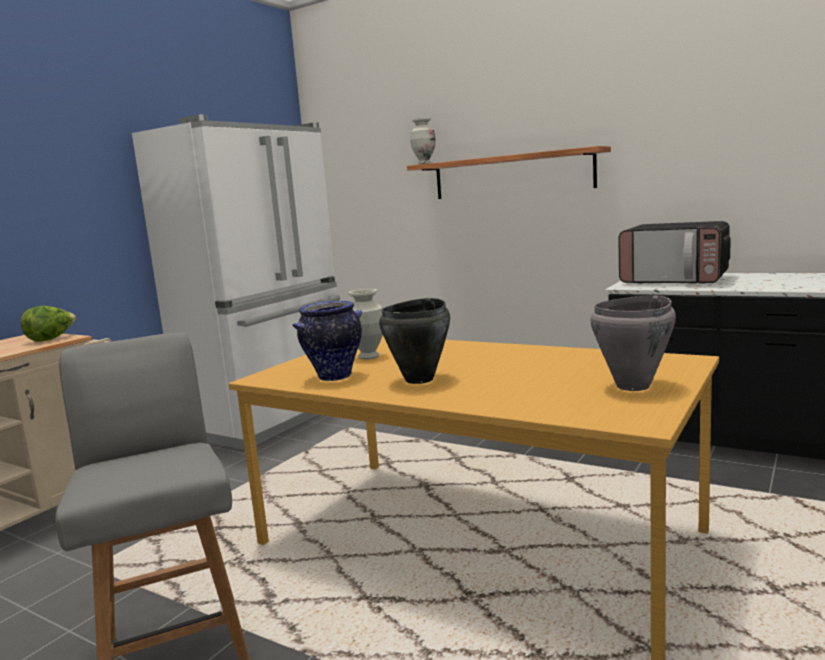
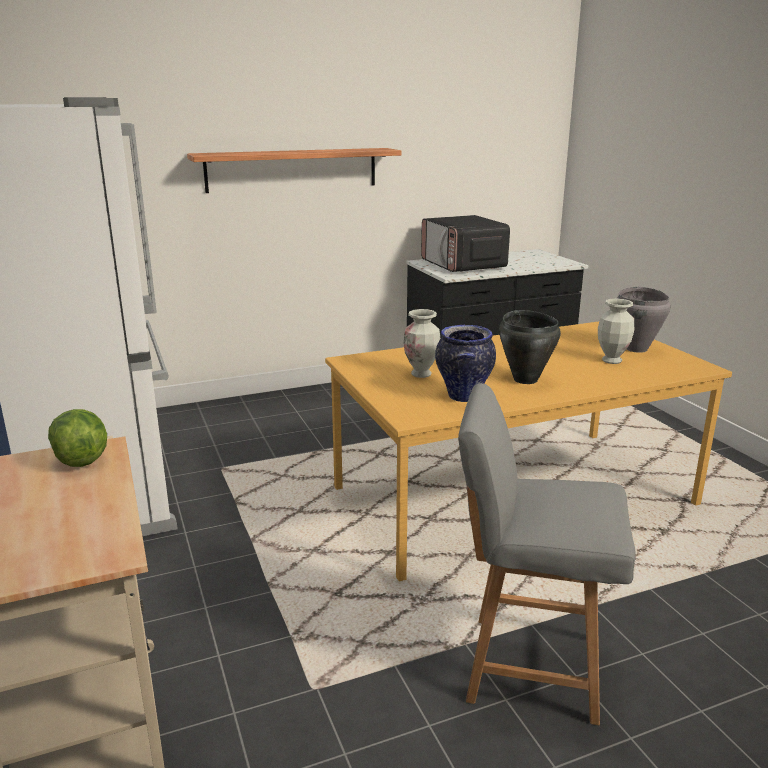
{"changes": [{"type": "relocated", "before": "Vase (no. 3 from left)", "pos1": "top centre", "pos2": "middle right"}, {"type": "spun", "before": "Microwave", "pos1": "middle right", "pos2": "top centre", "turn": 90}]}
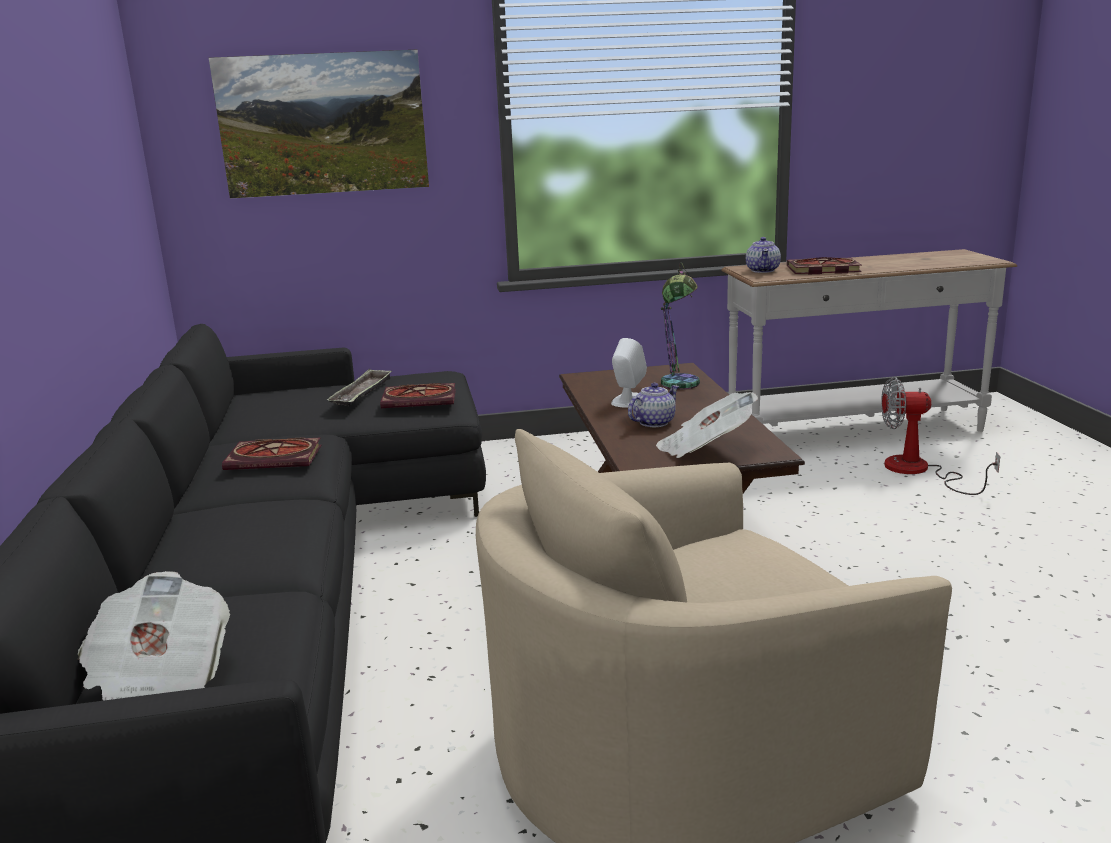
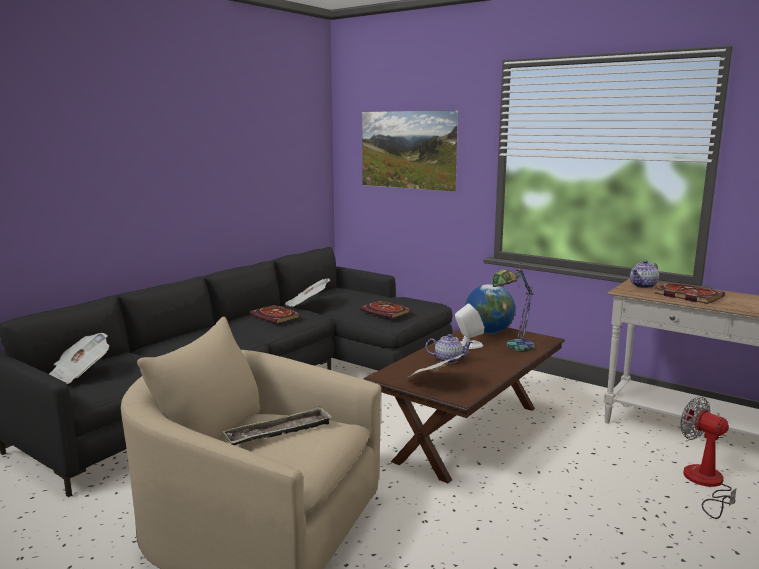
{"changes": [{"type": "appeared", "after": "Newspaper (no. 2 from left)", "pos2": "centre"}, {"type": "appeared", "after": "Globe", "pos2": "centre"}, {"type": "relocated", "before": "Tray", "pos1": "middle left", "pos2": "bottom centre"}]}
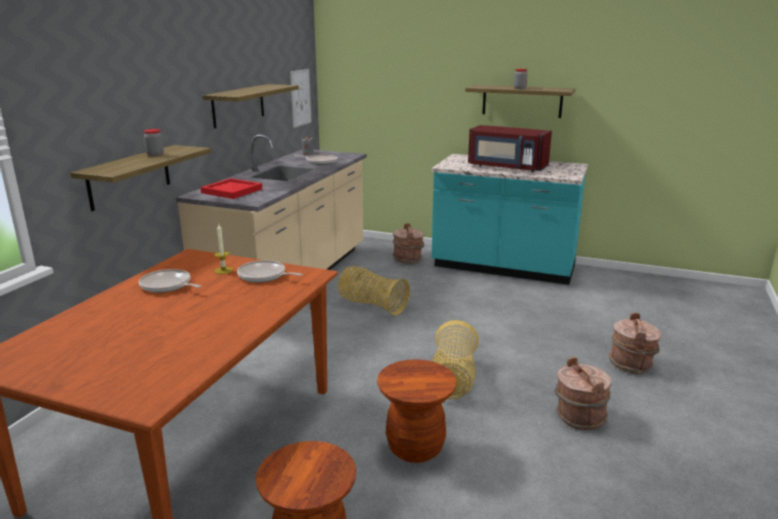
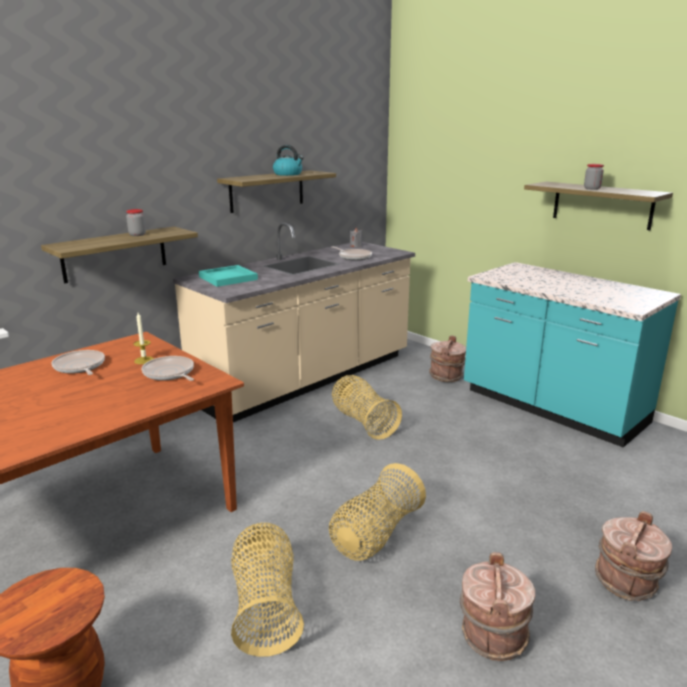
{"changes": [{"type": "missing", "before": "Picture", "pos1": "top centre"}, {"type": "missing", "before": "RedMicrowave", "pos1": "top centre"}, {"type": "appeared", "after": "Kettle", "pos2": "top centre"}, {"type": "exchanged", "before": "BrownStool (no. 2 from left)", "after": "Basket (no. 1 from left)", "pos1": "bottom centre", "pos2": "bottom centre"}, {"type": "colour", "before": "RedTray", "after": "TurquoiseTray", "pos1": "middle left", "pos2": "middle left"}]}
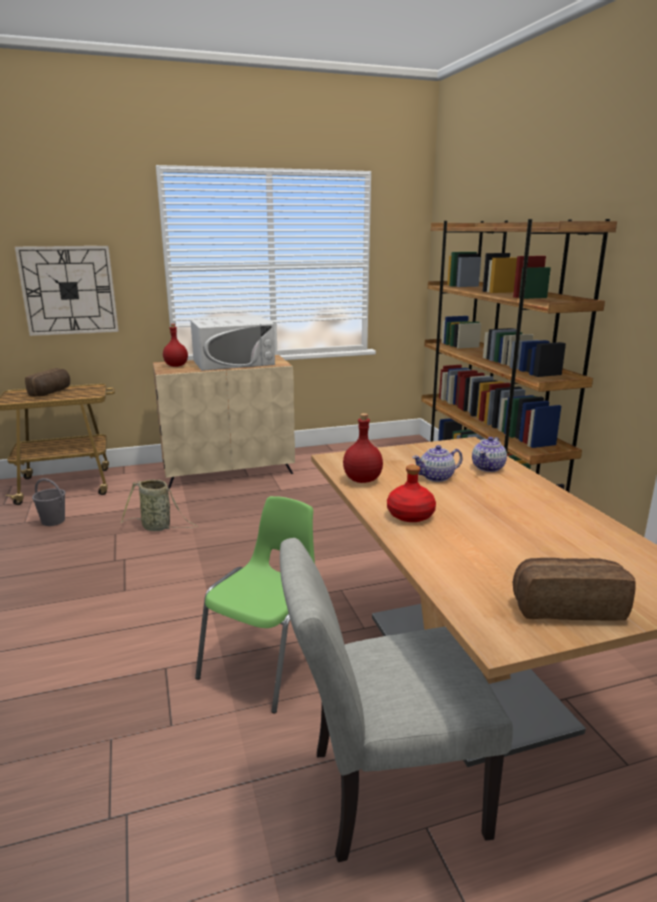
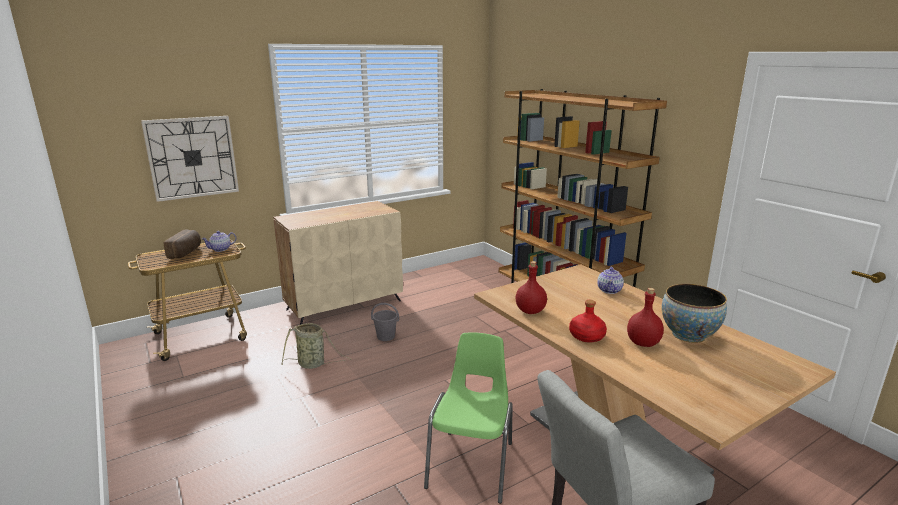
{"changes": [{"type": "missing", "before": "WhiteMicrowave", "pos1": "centre"}, {"type": "missing", "before": "Bread (no. 2 from left)", "pos1": "middle right"}, {"type": "appeared", "after": "Bowl", "pos2": "middle right"}, {"type": "relocated", "before": "GreyBucket", "pos1": "middle left", "pos2": "centre"}, {"type": "relocated", "before": "RedBottle (no. 1 from left in the first image)", "after": "RedBottle (no. 3 from left)", "pos1": "middle left", "pos2": "middle right"}, {"type": "relocated", "before": "Teapot (no. 1 from left)", "pos1": "centre", "pos2": "middle left"}]}
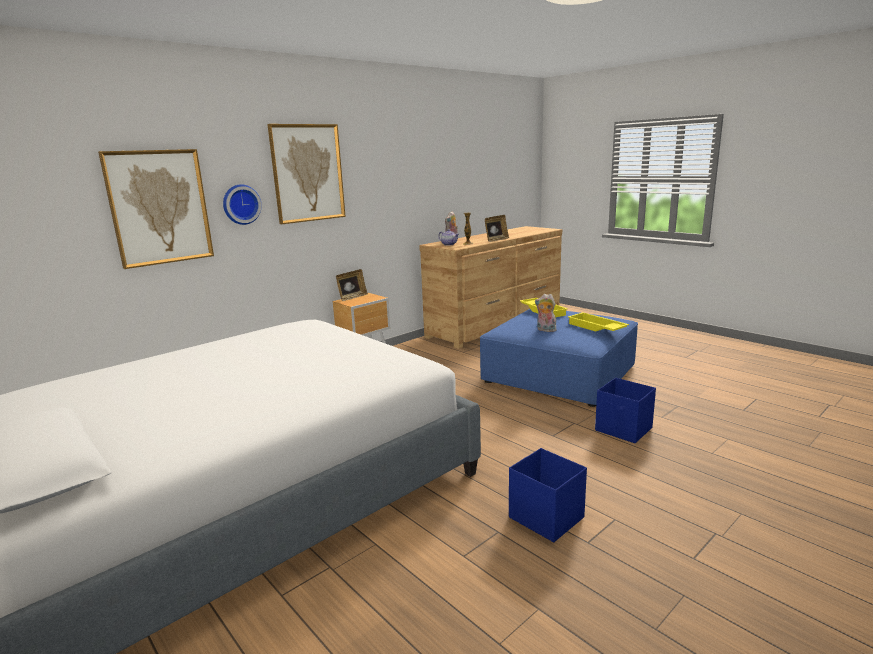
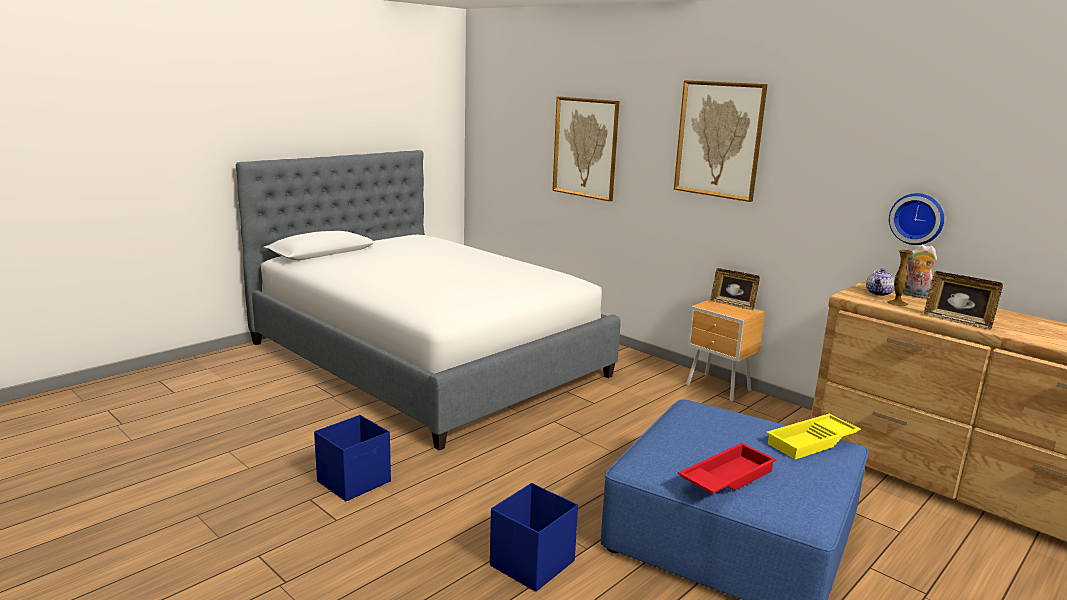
{"changes": [{"type": "missing", "before": "PlushToy (no. 2 from left)", "pos1": "centre"}, {"type": "relocated", "before": "WallClock", "pos1": "top left", "pos2": "middle right"}, {"type": "colour", "before": "YellowTray (no. 2 from left)", "after": "RedTray", "pos1": "middle right", "pos2": "bottom right"}]}
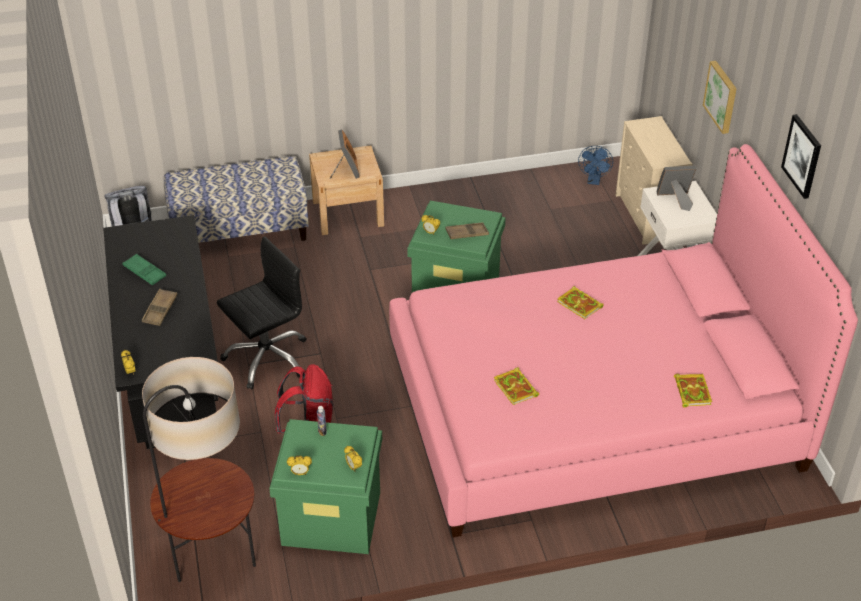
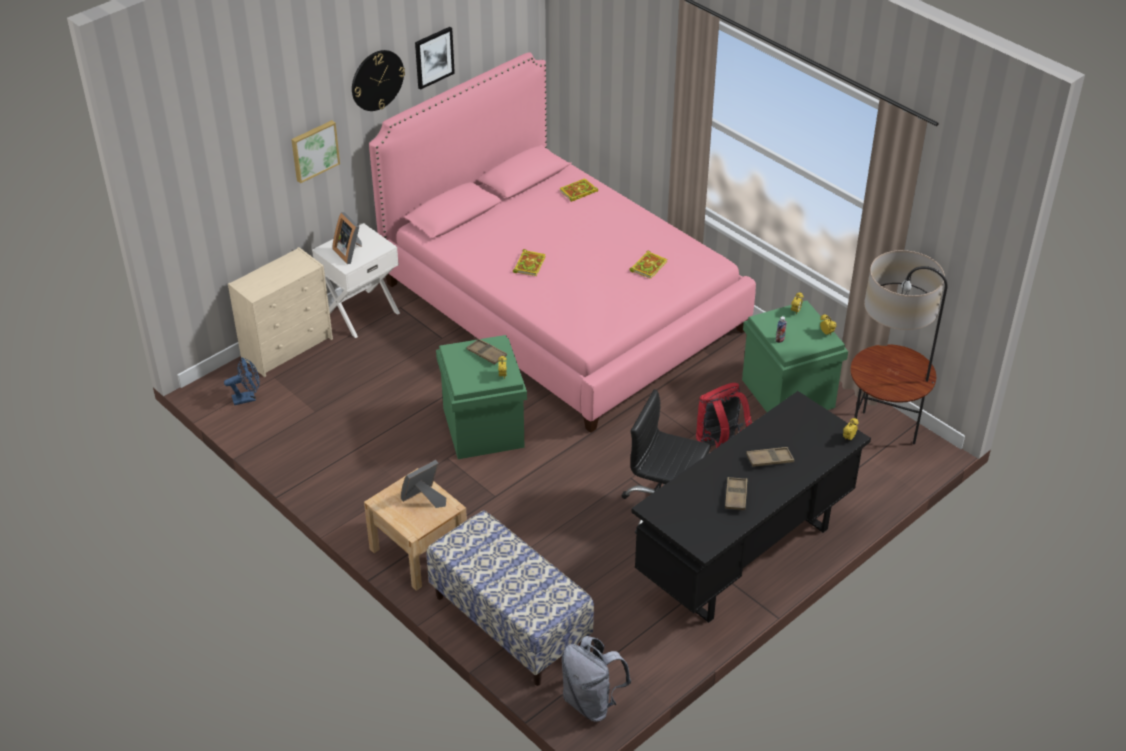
{"changes": [{"type": "appeared", "after": "WallClock", "pos2": "top centre"}, {"type": "colour", "before": "GreenTray", "after": "BrownTray (no. 2 from left)", "pos1": "middle left", "pos2": "centre"}]}
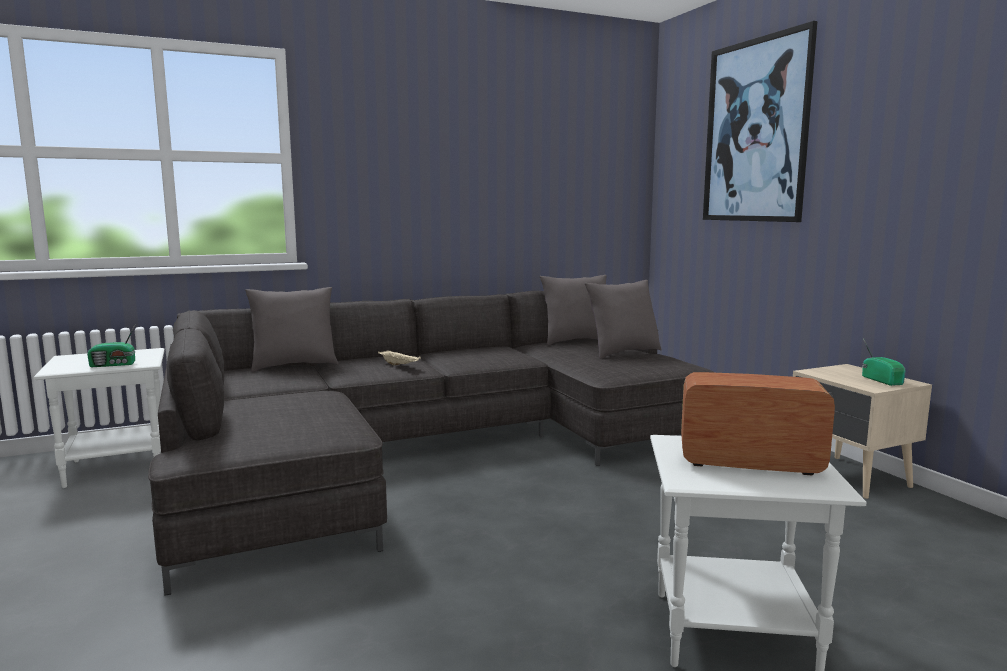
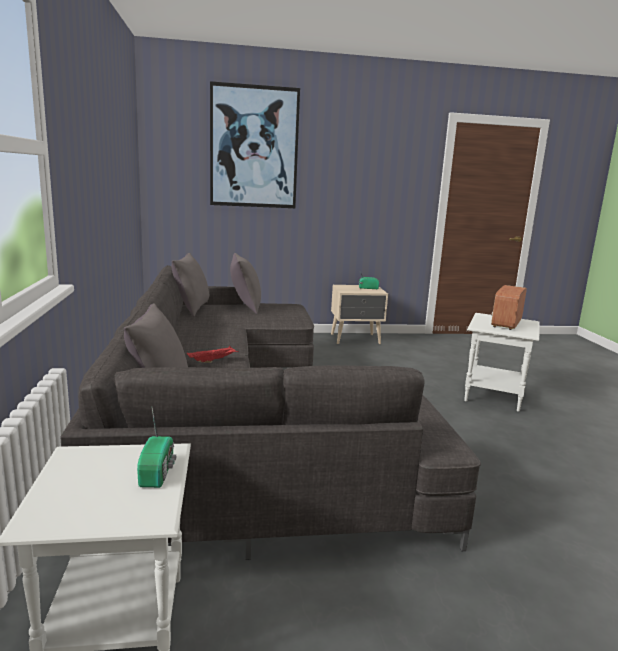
{"changes": [{"type": "colour", "before": "BeigeTray", "after": "RedTray", "pos1": "centre", "pos2": "centre"}]}
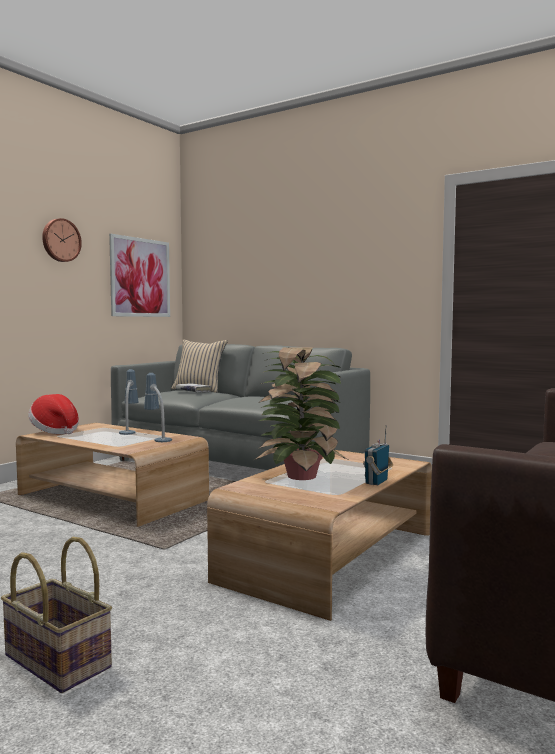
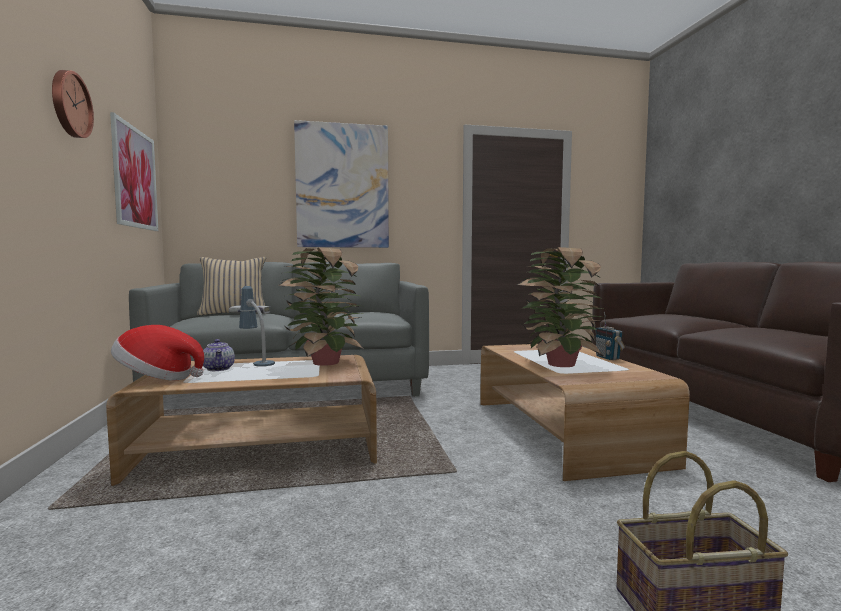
{"changes": [{"type": "appeared", "after": "Teapot", "pos2": "middle left"}, {"type": "appeared", "after": "Picture (no. 2 from left)", "pos2": "top centre"}, {"type": "exchanged", "before": "TableLamp (no. 2 from left)", "after": "PottedPlant (no. 1 from left)", "pos1": "middle left", "pos2": "centre"}]}
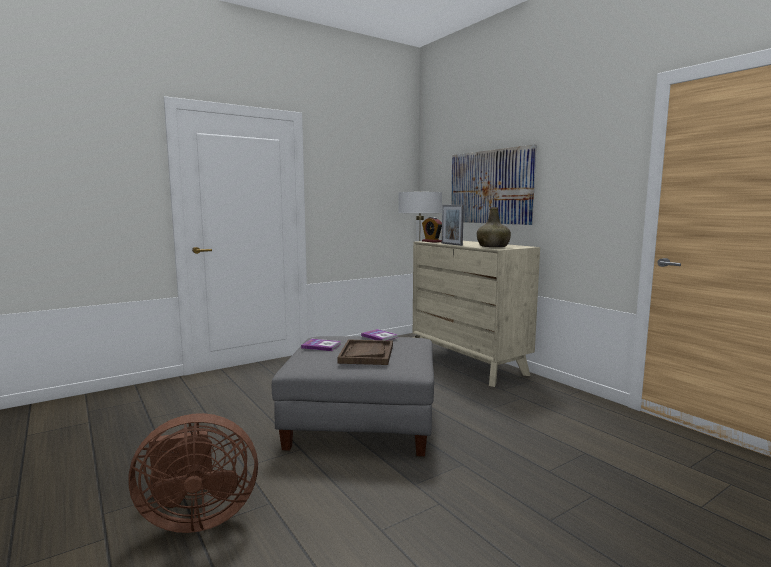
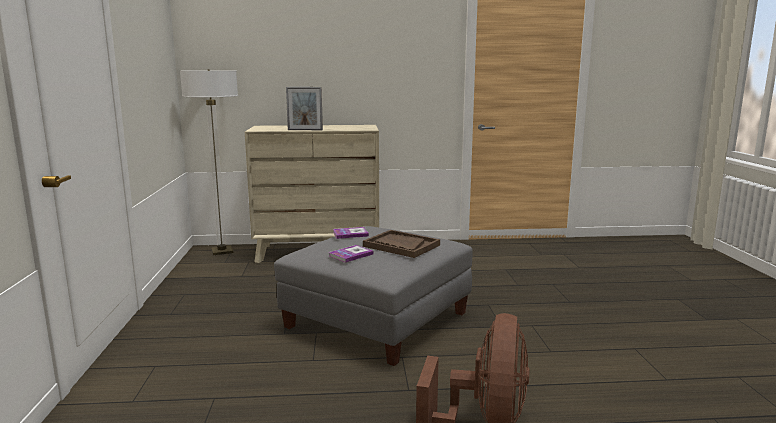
{"changes": [{"type": "missing", "before": "AlarmClock", "pos1": "centre"}, {"type": "missing", "before": "Picture", "pos1": "top centre"}, {"type": "missing", "before": "GreenBottle", "pos1": "centre"}]}
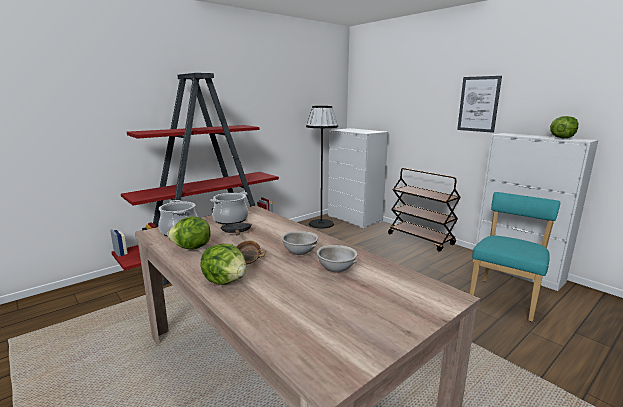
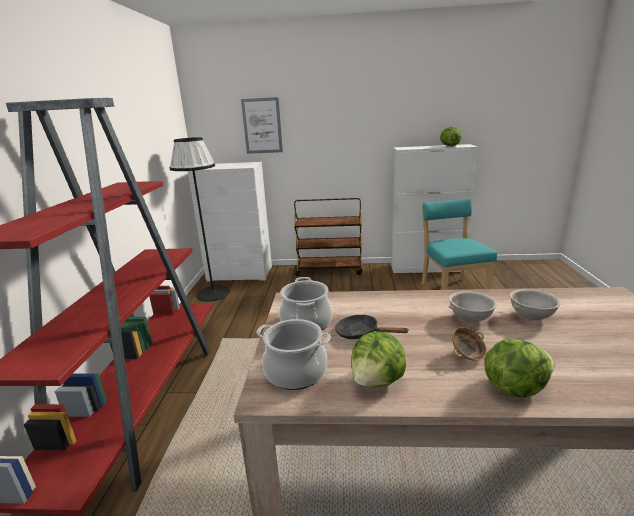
{"changes": [{"type": "relocated", "before": "Picture", "pos1": "top right", "pos2": "top centre"}]}
